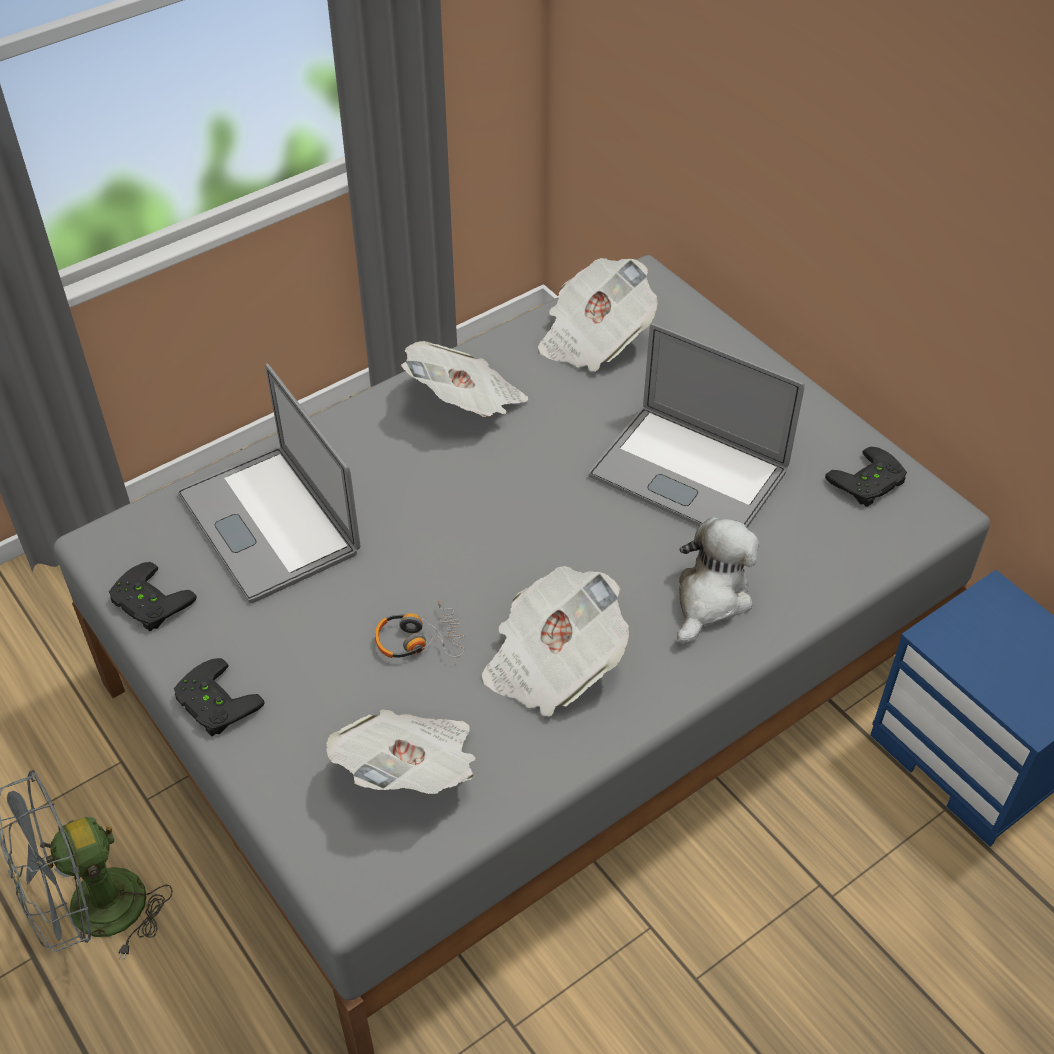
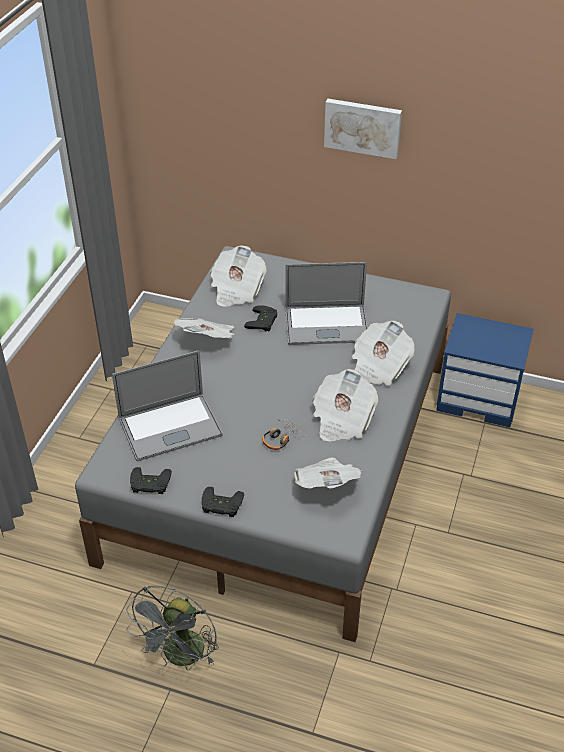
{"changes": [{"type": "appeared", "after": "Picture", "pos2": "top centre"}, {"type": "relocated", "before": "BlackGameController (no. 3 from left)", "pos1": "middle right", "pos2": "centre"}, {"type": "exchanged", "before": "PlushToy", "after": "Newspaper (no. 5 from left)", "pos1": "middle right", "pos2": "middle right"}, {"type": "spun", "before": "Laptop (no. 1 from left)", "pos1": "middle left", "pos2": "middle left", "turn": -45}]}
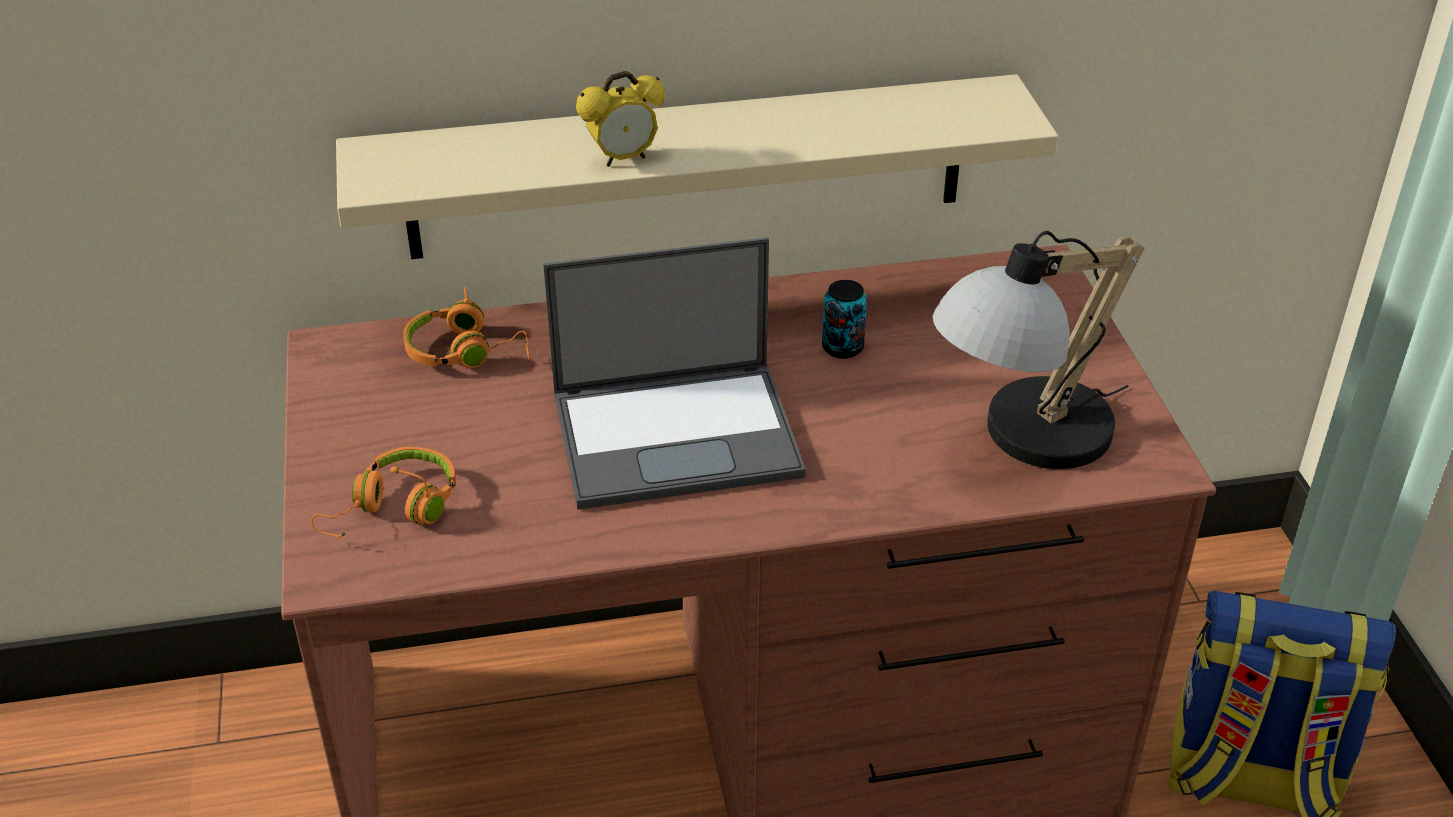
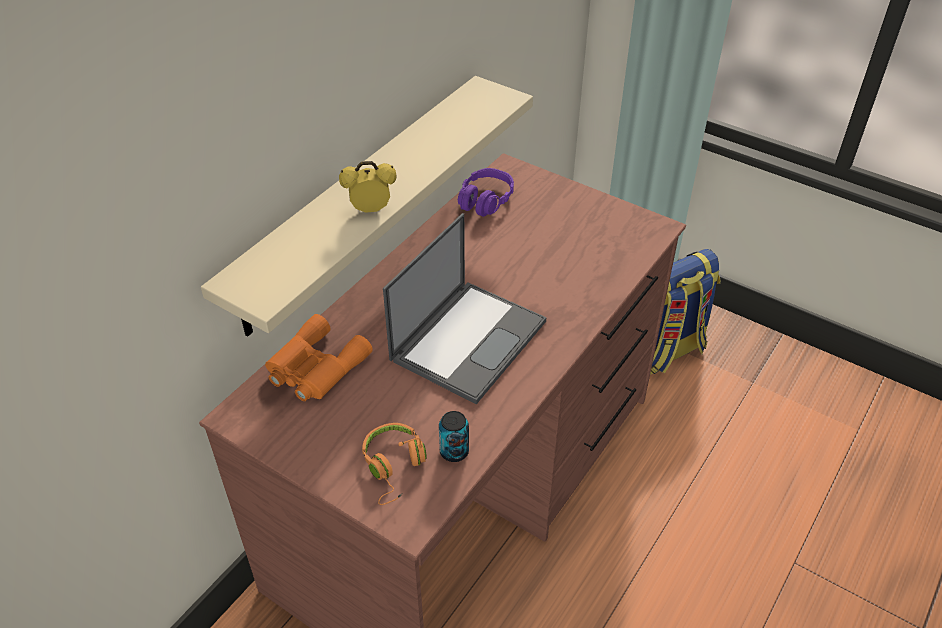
{"changes": [{"type": "missing", "before": "TableLamp", "pos1": "middle right"}, {"type": "appeared", "after": "PurpleHeadphones", "pos2": "top centre"}, {"type": "relocated", "before": "Can", "pos1": "centre", "pos2": "bottom centre"}, {"type": "exchanged", "before": "OrangeHeadphones (no. 2 from left)", "after": "OrangeBinoculars", "pos1": "middle left", "pos2": "centre"}, {"type": "spun", "before": "AlarmClock", "pos1": "top centre", "pos2": "top centre", "turn": -120}]}
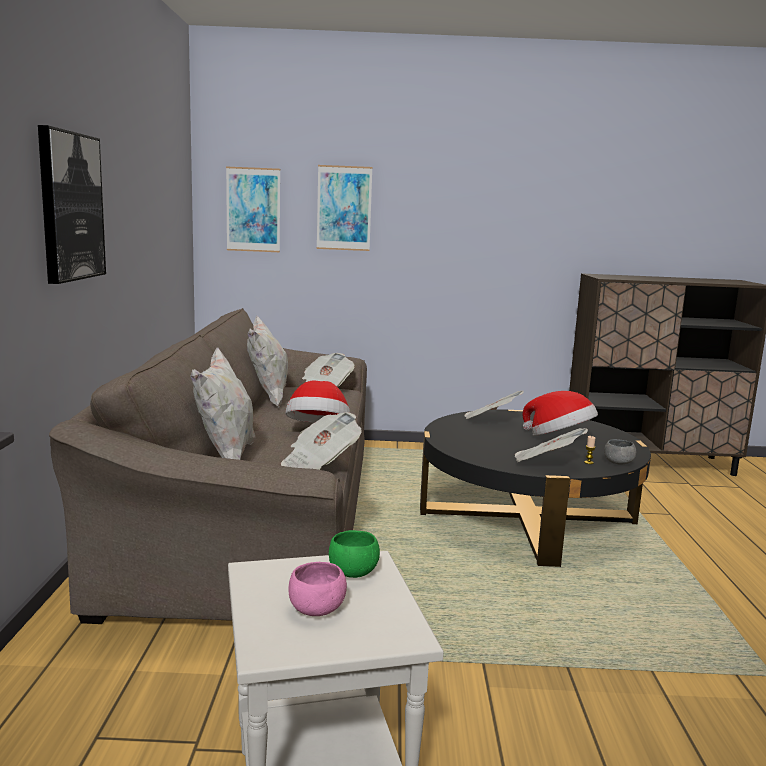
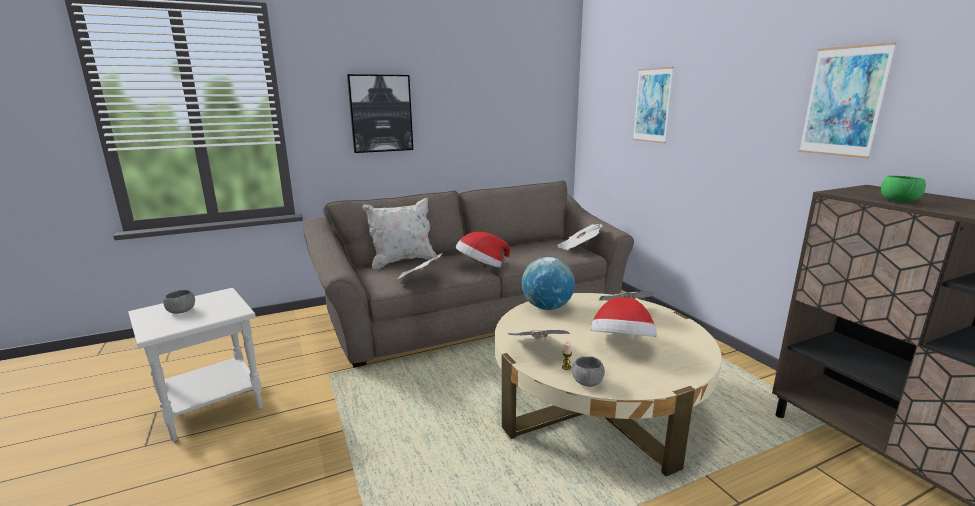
{"changes": [{"type": "missing", "before": "WhitePillow (no. 2 from left)", "pos1": "centre"}, {"type": "appeared", "after": "Globe", "pos2": "centre"}, {"type": "relocated", "before": "Picture (no. 2 from left in the first image)", "after": "Picture (no. 3 from left)", "pos1": "top left", "pos2": "top right"}, {"type": "relocated", "before": "GreenBowl", "pos1": "bottom centre", "pos2": "middle right"}, {"type": "colour", "before": "PinkBowl", "after": "GreyBowl (no. 1 from left)", "pos1": "bottom centre", "pos2": "middle left"}, {"type": "colour", "before": "BlackCoffeeTable", "after": "BeigeCoffeeTable", "pos1": "middle right", "pos2": "bottom centre"}]}
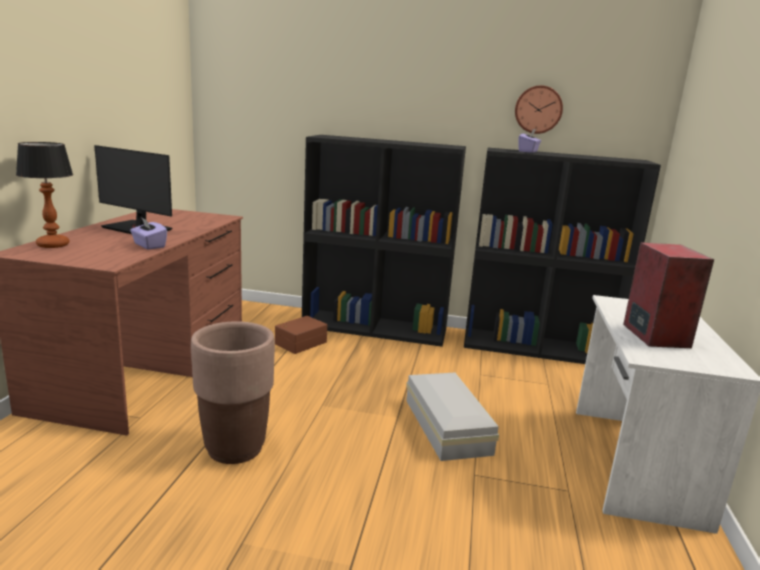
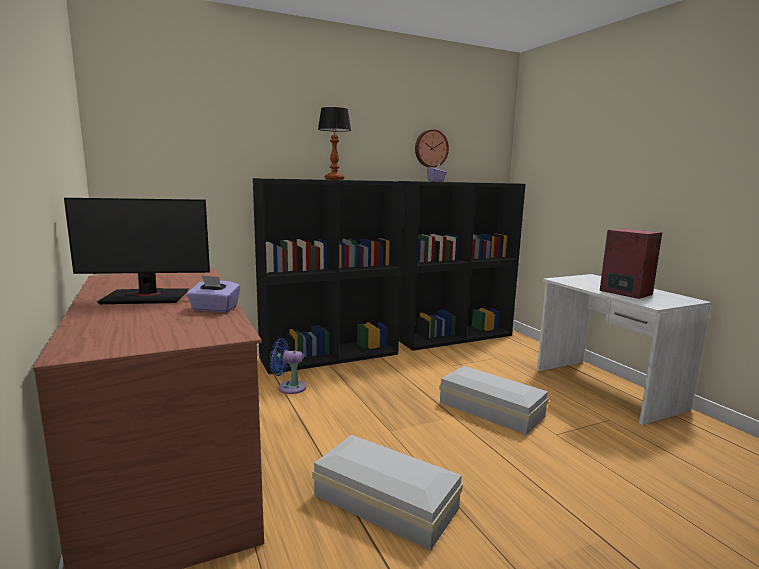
{"changes": [{"type": "relocated", "before": "TableLamp", "pos1": "middle left", "pos2": "top centre"}, {"type": "exchanged", "before": "BrownPlanter", "after": "WhiteStorageBox (no. 1 from left)", "pos1": "bottom left", "pos2": "bottom centre"}, {"type": "exchanged", "before": "BrownStorageBox", "after": "BlueFan", "pos1": "centre", "pos2": "centre"}]}
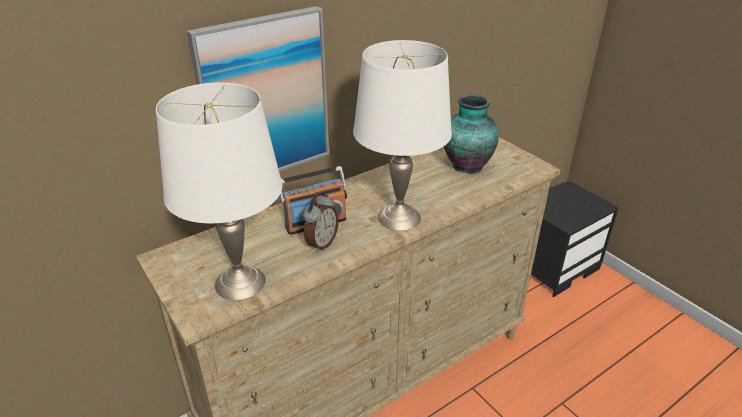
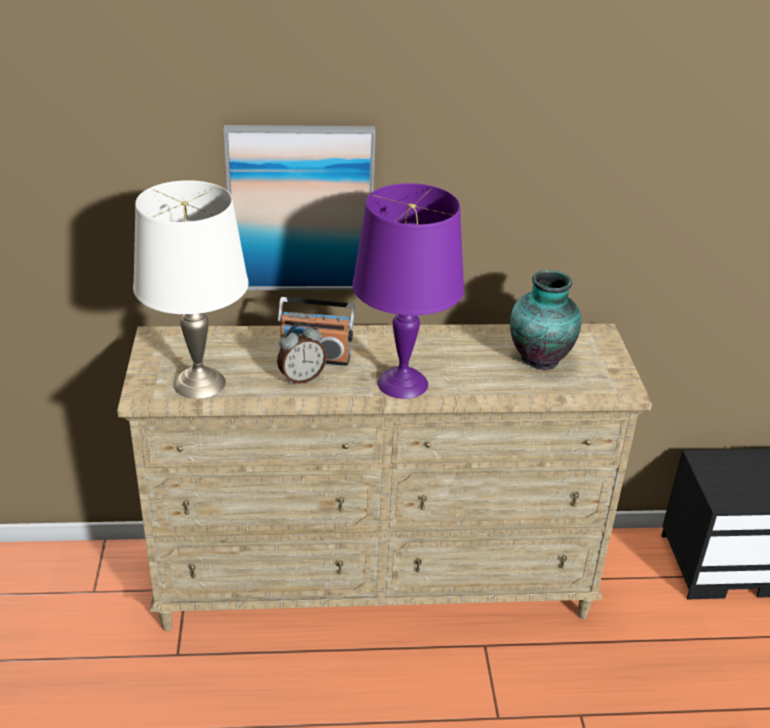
{"changes": [{"type": "colour", "before": "WhiteTableLamp (no. 2 from left)", "after": "PurpleTableLamp", "pos1": "top centre", "pos2": "centre"}]}
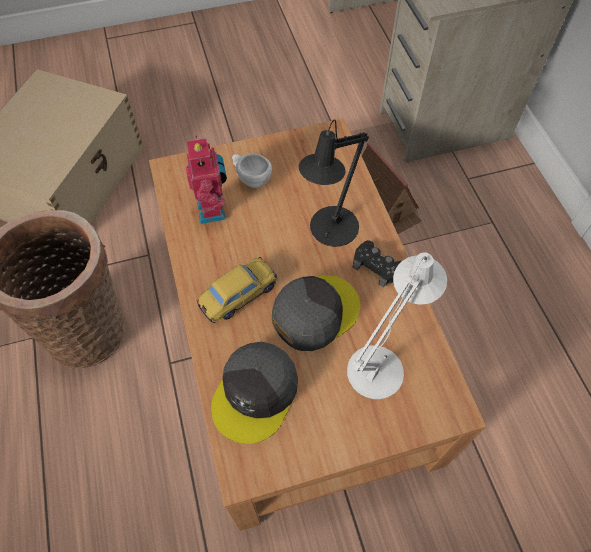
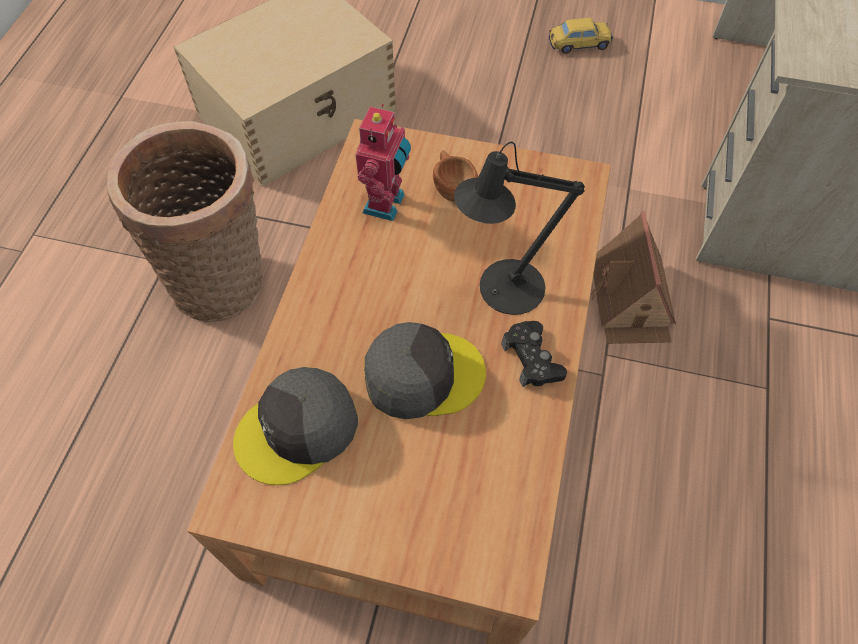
{"changes": [{"type": "missing", "before": "WhiteTableLamp", "pos1": "middle right"}, {"type": "relocated", "before": "ToyCar", "pos1": "centre", "pos2": "top right"}, {"type": "colour", "before": "WhiteCup", "after": "BrownCup", "pos1": "top centre", "pos2": "top centre"}]}
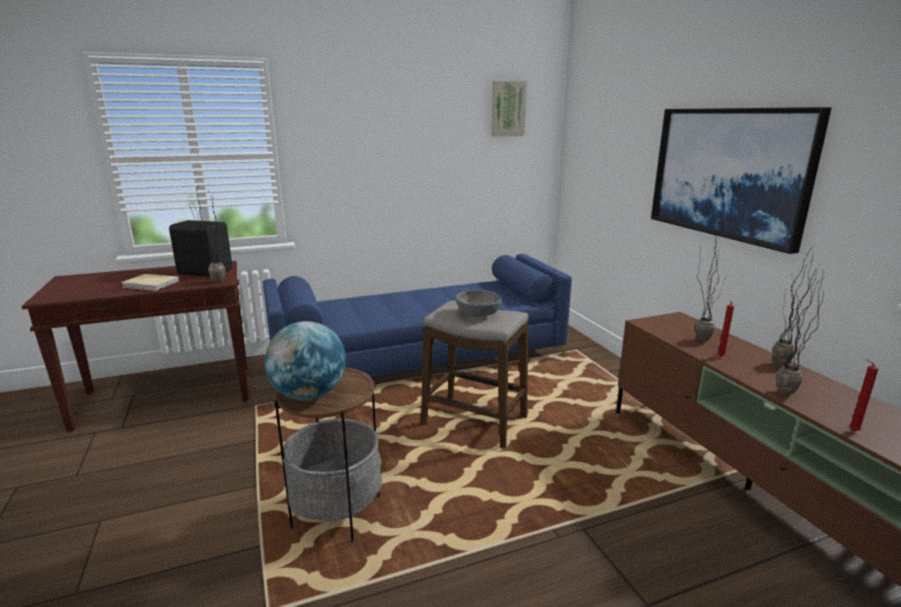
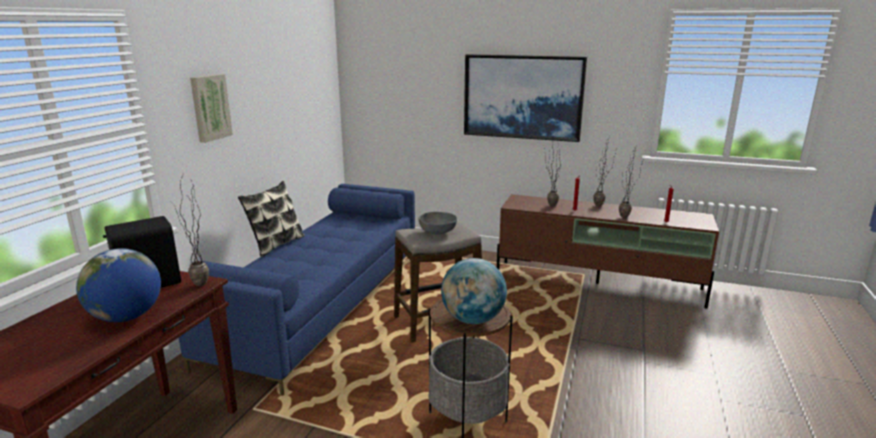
{"changes": [{"type": "appeared", "after": "Pillow", "pos2": "middle left"}, {"type": "relocated", "before": "Picture (no. 1 from left)", "pos1": "top centre", "pos2": "top left"}, {"type": "exchanged", "before": "BeigeBook", "after": "Globe (no. 1 from left)", "pos1": "middle left", "pos2": "middle left"}]}
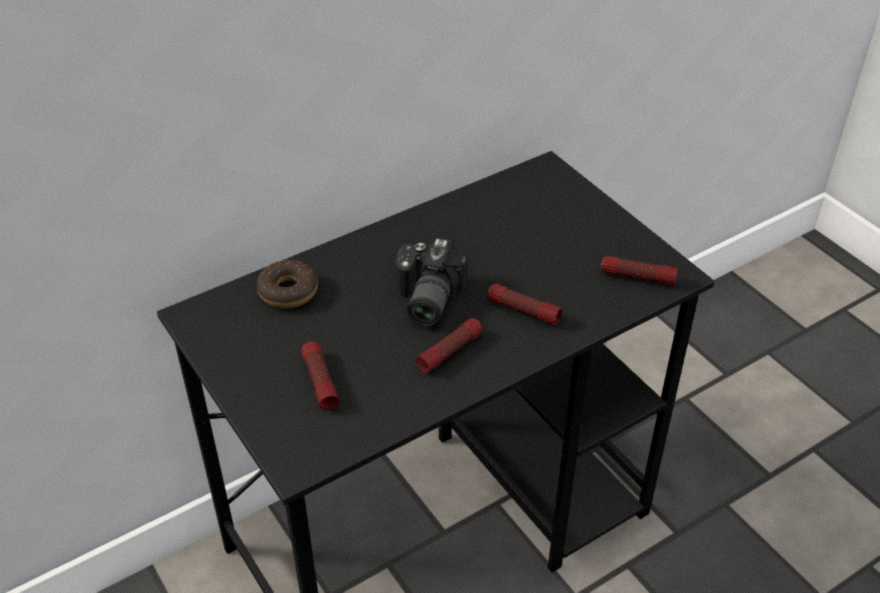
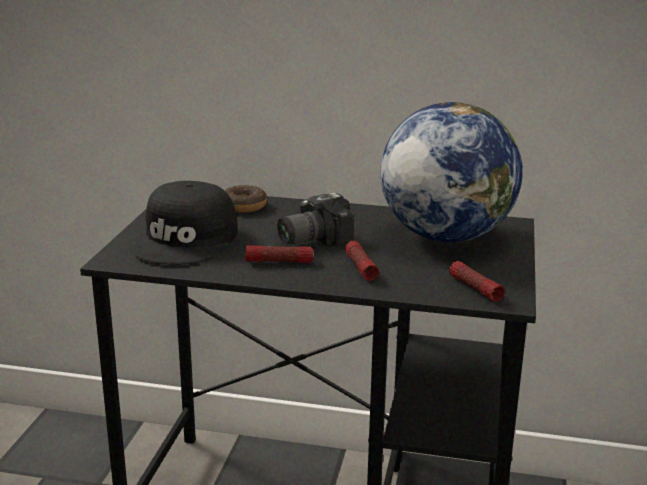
{"changes": [{"type": "appeared", "after": "Globe", "pos2": "middle right"}, {"type": "exchanged", "before": "Flashlight (no. 1 from left)", "after": "BlackCap", "pos1": "centre", "pos2": "middle left"}]}
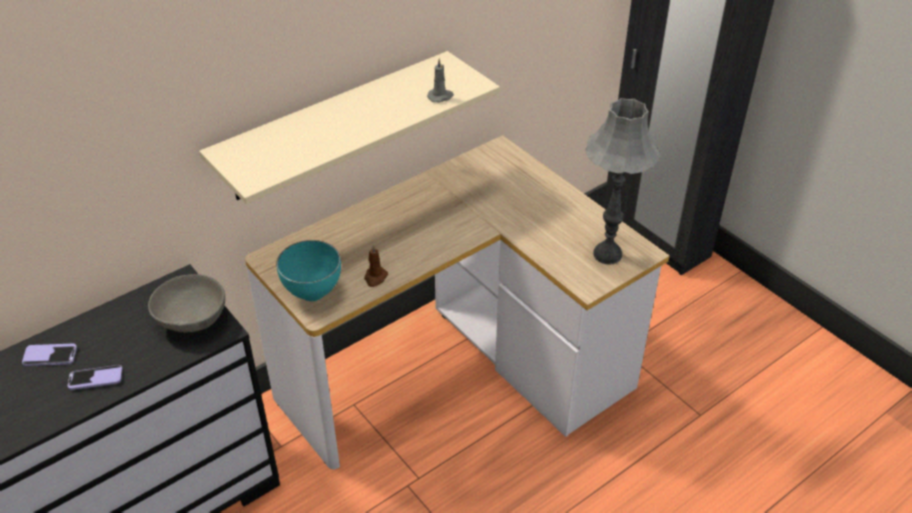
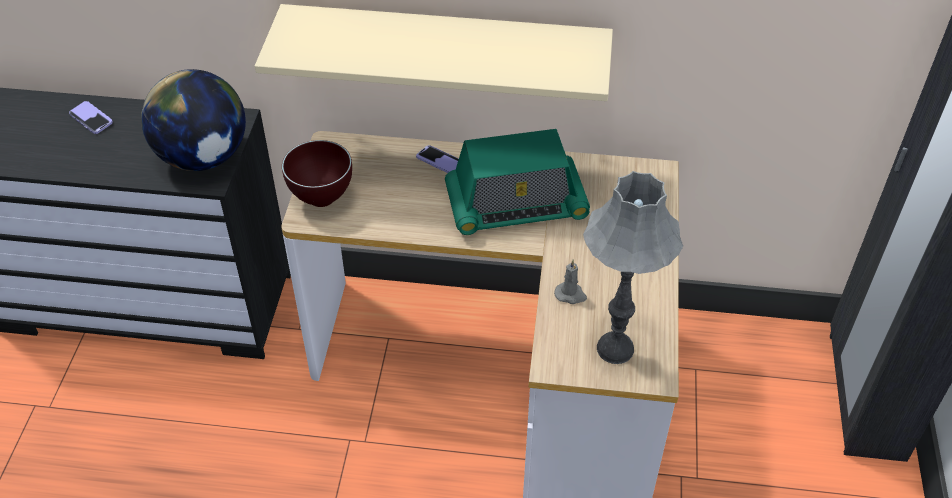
{"changes": [{"type": "missing", "before": "BrownCandle", "pos1": "centre"}, {"type": "appeared", "after": "Radio", "pos2": "centre"}, {"type": "relocated", "before": "Phone (no. 2 from left)", "pos1": "bottom left", "pos2": "top centre"}, {"type": "relocated", "before": "GreyCandle", "pos1": "top centre", "pos2": "centre"}, {"type": "exchanged", "before": "GreyBowl", "after": "Globe", "pos1": "middle left", "pos2": "top left"}, {"type": "colour", "before": "TurquoiseBowl", "after": "BrownBowl", "pos1": "centre", "pos2": "middle left"}]}
